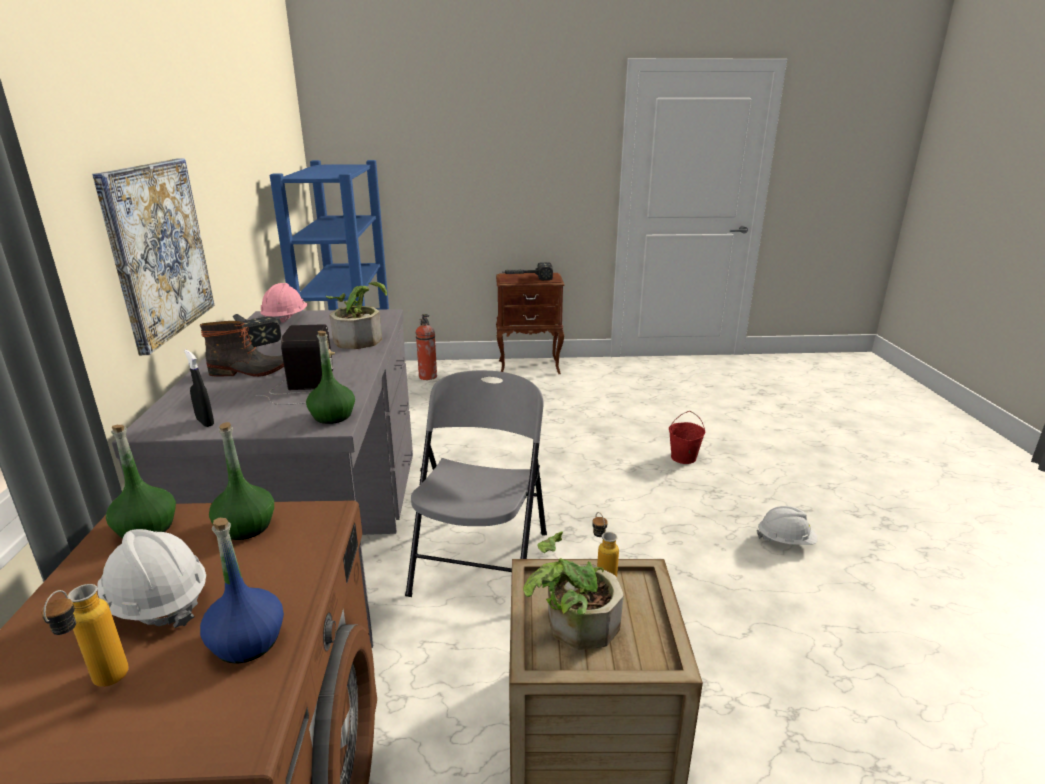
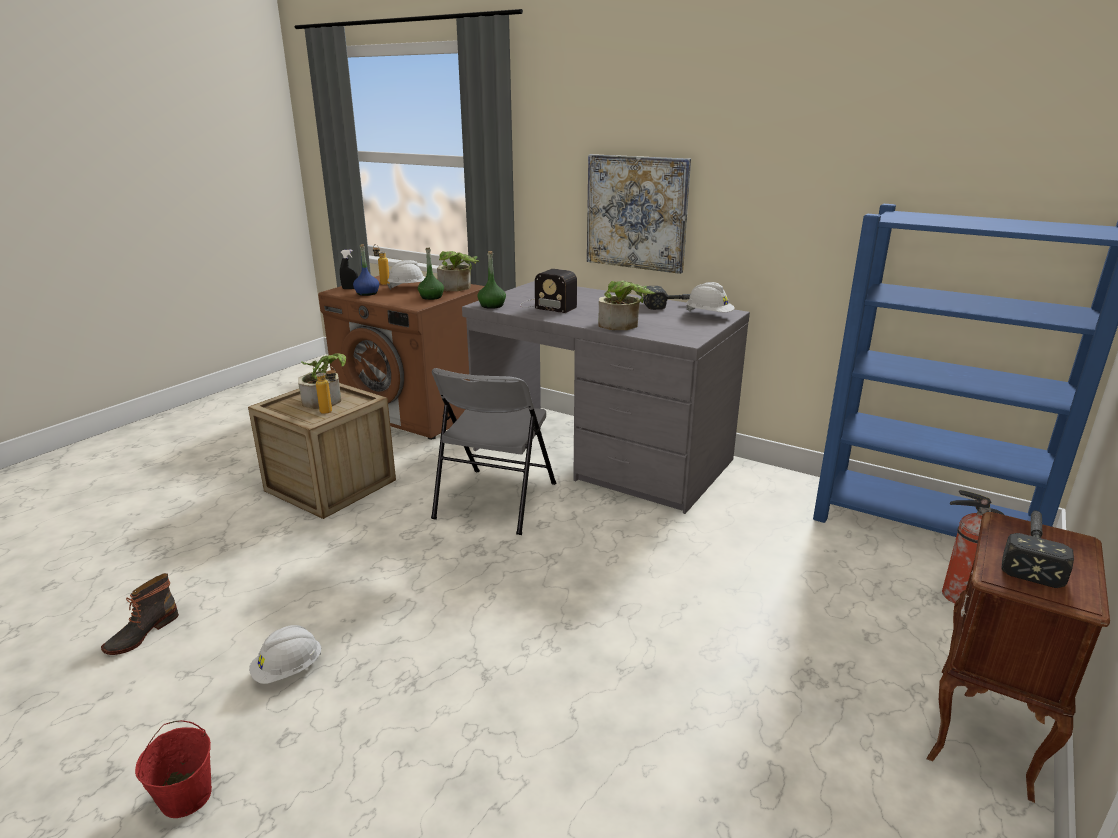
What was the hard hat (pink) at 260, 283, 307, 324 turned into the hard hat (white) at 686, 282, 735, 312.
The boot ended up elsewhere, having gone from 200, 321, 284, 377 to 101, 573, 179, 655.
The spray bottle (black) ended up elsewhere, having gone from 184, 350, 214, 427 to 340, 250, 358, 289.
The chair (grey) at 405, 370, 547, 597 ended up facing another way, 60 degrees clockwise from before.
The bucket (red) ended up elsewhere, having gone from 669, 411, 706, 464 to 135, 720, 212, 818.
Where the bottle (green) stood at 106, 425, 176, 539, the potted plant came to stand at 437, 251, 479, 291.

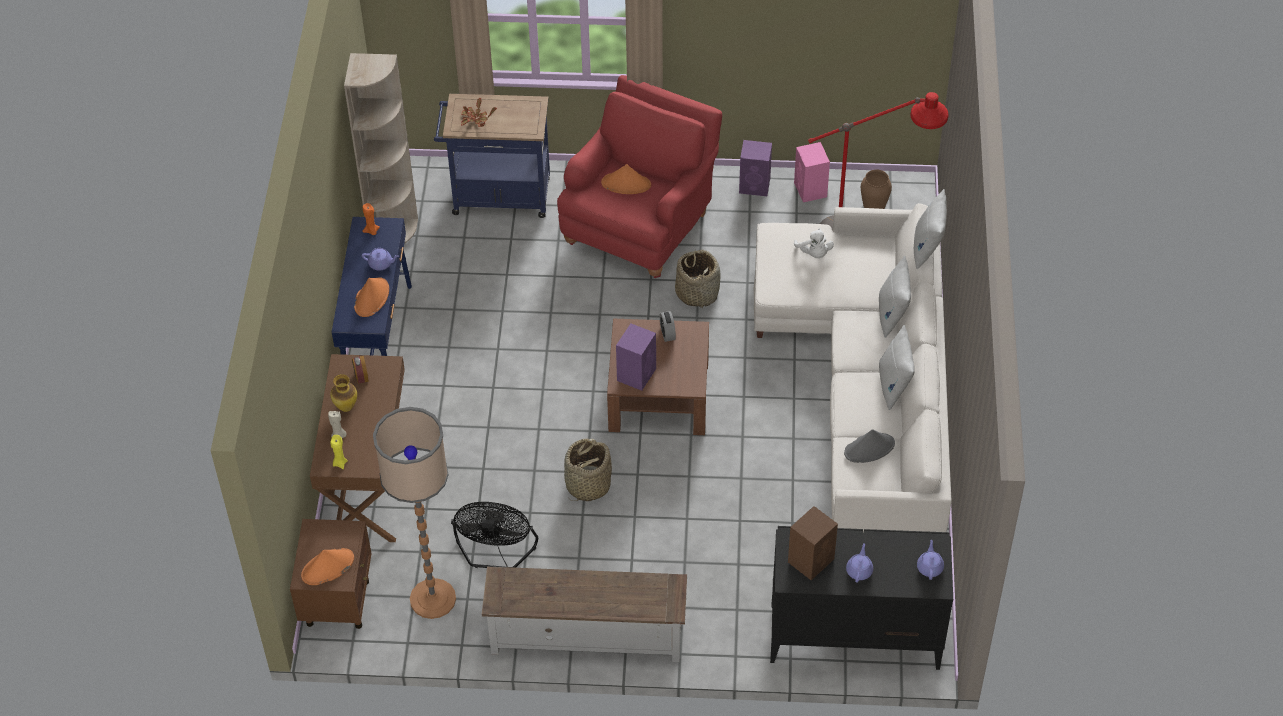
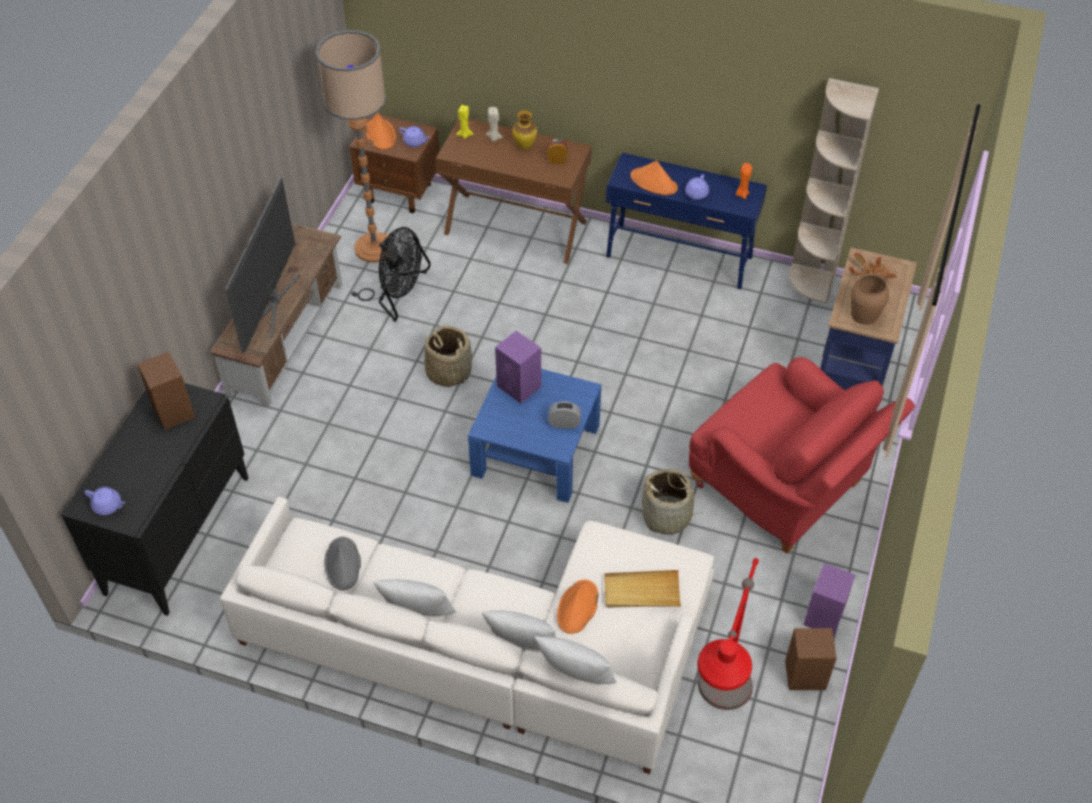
What was the speaker (pink) at 794, 142, 830, 202 turned into the speaker (brown) at 785, 628, 837, 690.
The hat (orange) ended up elsewhere, having gone from 601, 164, 651, 194 to 557, 579, 599, 634.
The vase (brown) ended up elsewhere, having gone from 861, 169, 892, 209 to 851, 273, 889, 325.
Where the plush toy (white) stood at 794, 228, 834, 258, the tray (beige) came to stand at 604, 570, 681, 608.
What was the coffee table (brown) at 607, 319, 709, 435 turned into the coffee table (blue) at 468, 369, 601, 503.
The teapot (purple) ended up elsewhere, having gone from 846, 543, 873, 583 to 399, 126, 430, 147.
The second view gained the television at 225, 177, 301, 353.

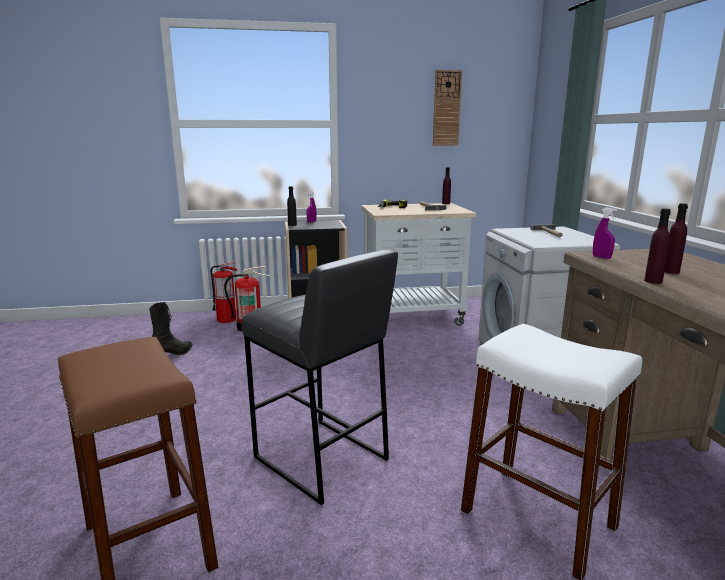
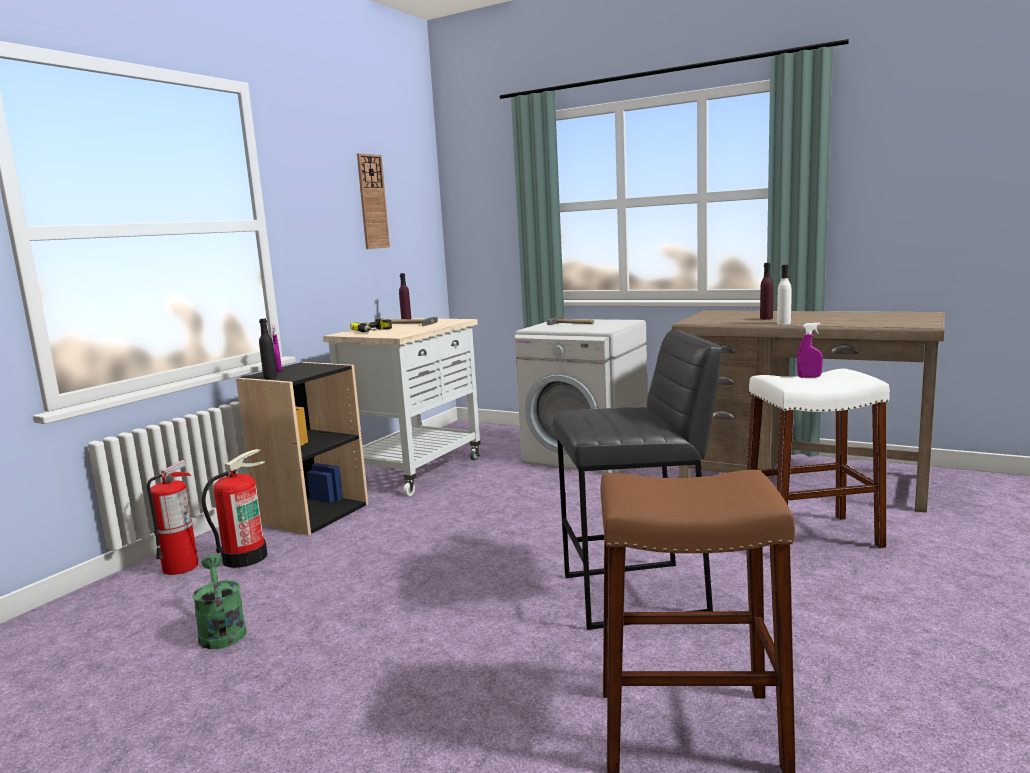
The spray bottle (purple) ended up elsewhere, having gone from 593, 208, 617, 259 to 797, 323, 823, 378.
What was the bottle (purple) at 644, 208, 671, 284 turned into the bottle (white) at 777, 265, 792, 325.
Where the boot (black) stood at 149, 302, 193, 355, the watering can (green) came to stand at 192, 554, 247, 649.

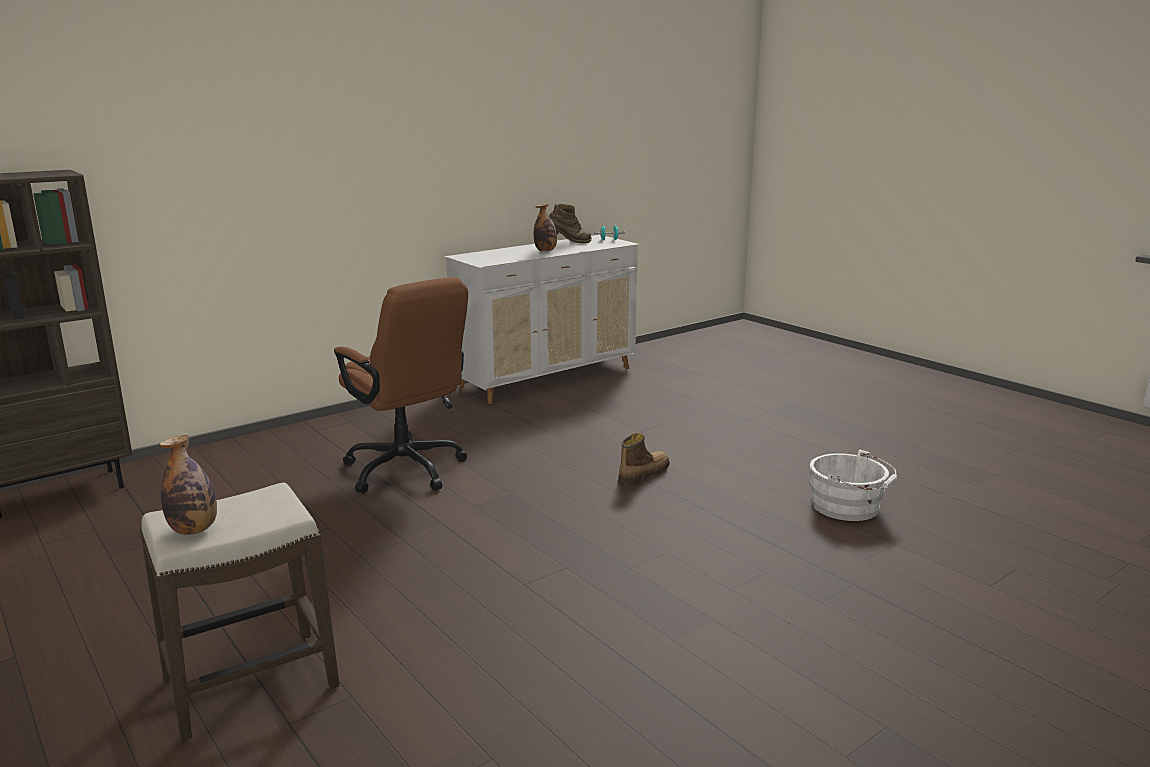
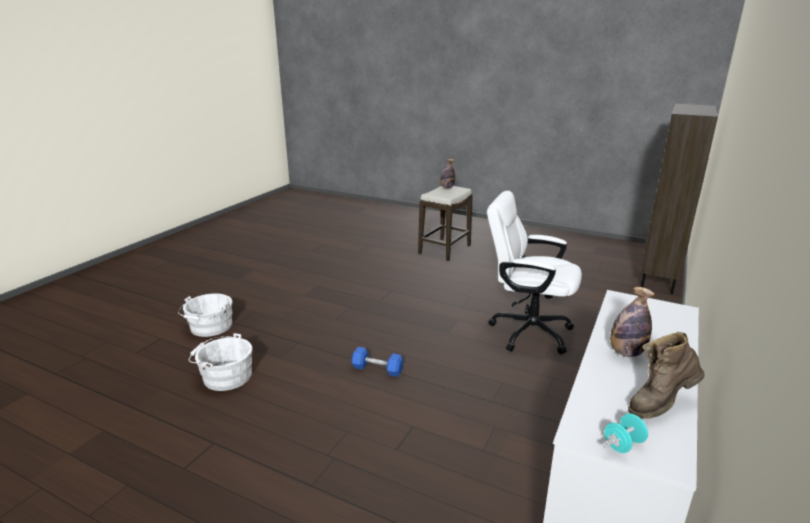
What was the office chair (brown) at 334, 277, 468, 494 turned into the office chair (white) at 487, 191, 582, 354.
Where the boot stood at 618, 433, 670, 487, the dumbbell (blue) came to stand at 351, 347, 404, 377.
The second view gained the bucket (white) at 178, 293, 232, 337.

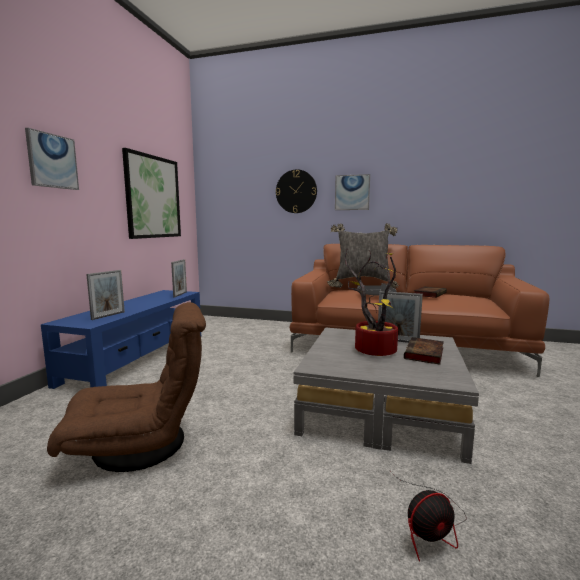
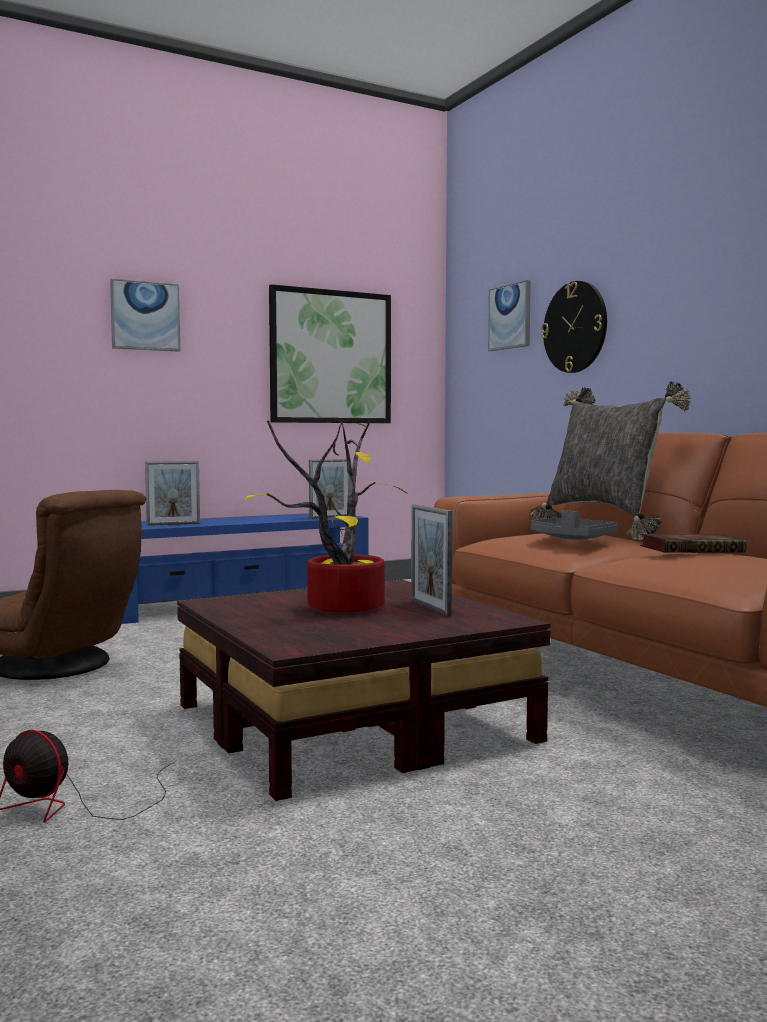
The picture ended up elsewhere, having gone from 335, 174, 370, 210 to 488, 280, 531, 351.
What was the coffee table (grey) at 294, 327, 479, 464 turned into the coffee table (brown) at 177, 580, 551, 801.
The second view lost the book at 404, 337, 444, 365.

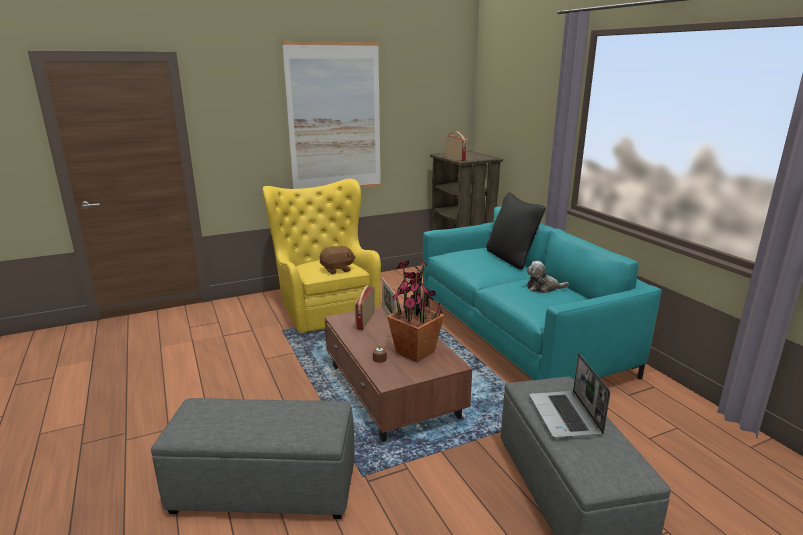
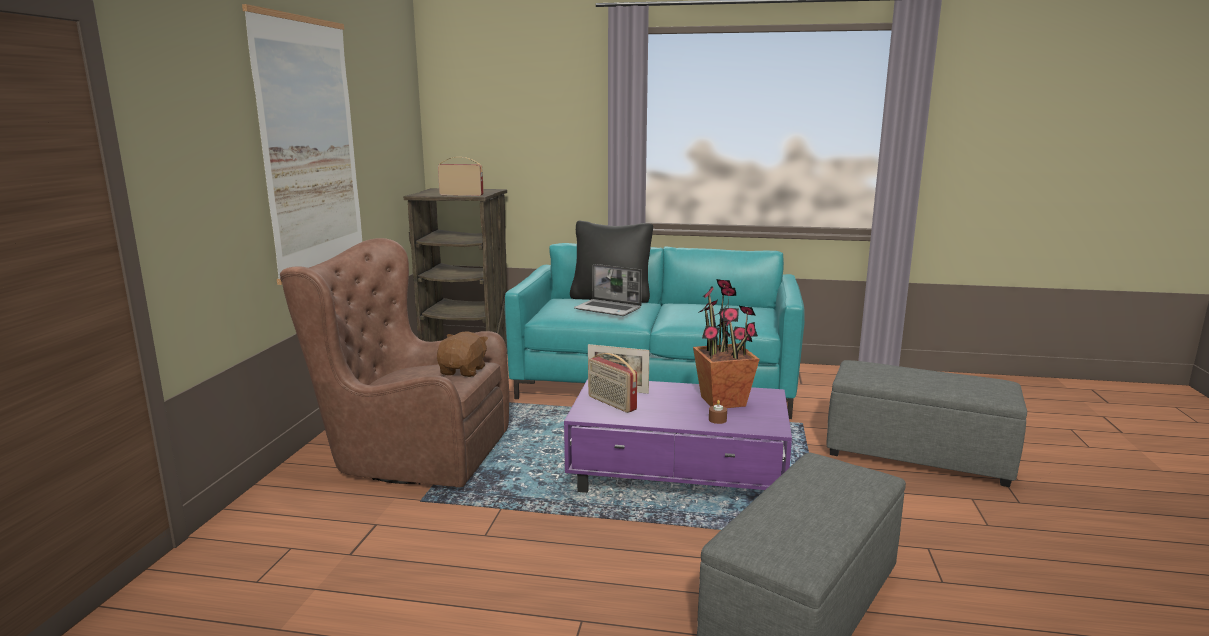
What was the armchair (yellow) at 263, 179, 381, 333 turned into the armchair (brown) at 280, 238, 509, 488.
The second view lost the plush toy at 526, 261, 569, 293.
What was the coffee table (brown) at 325, 302, 472, 442 turned into the coffee table (purple) at 564, 379, 792, 493.
The laptop ended up elsewhere, having gone from 529, 353, 610, 438 to 574, 264, 642, 316.

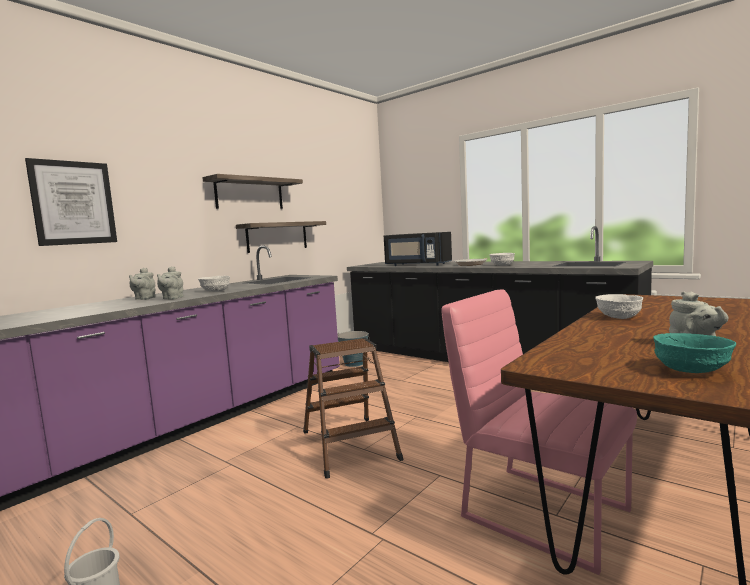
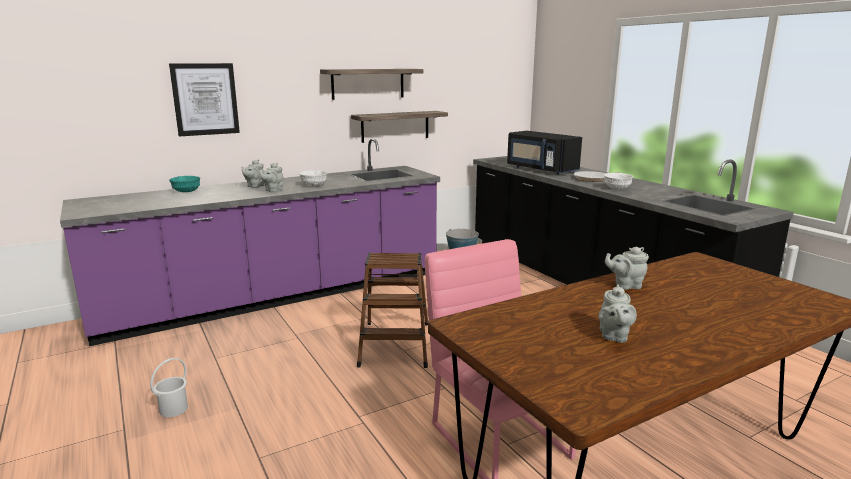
Where the bowl (white) stood at 595, 294, 643, 319, the teapot (grey) came to stand at 605, 247, 649, 290.
The bowl (turquoise) ended up elsewhere, having gone from 653, 333, 736, 373 to 169, 176, 200, 192.

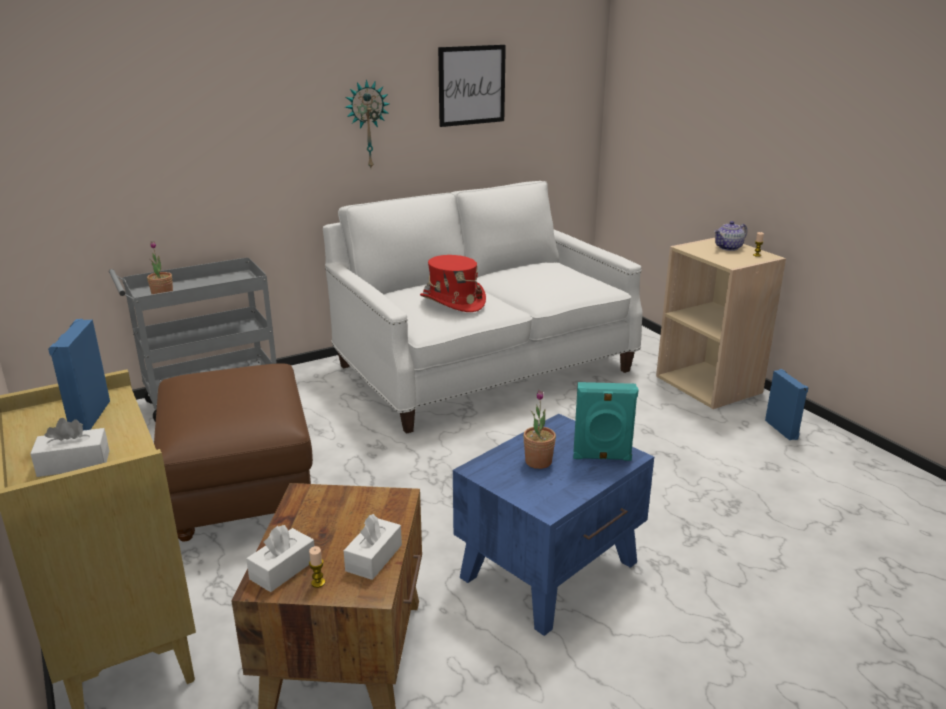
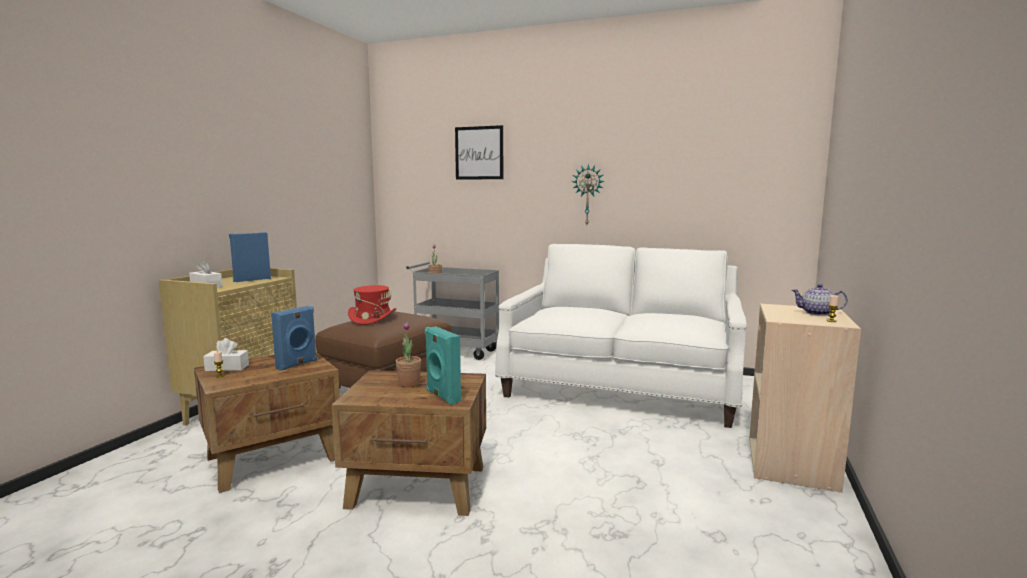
The picture ended up elsewhere, having gone from 438, 44, 506, 127 to 455, 125, 503, 180.
The hat (red) ended up elsewhere, having gone from 420, 255, 486, 312 to 348, 285, 396, 325.
The speaker (blue) ended up elsewhere, having gone from 765, 369, 808, 440 to 271, 306, 317, 371.
What was the side table (blue) at 453, 414, 654, 636 turned into the side table (brown) at 332, 370, 486, 516.
The second view lost the tissue box (white) at 343, 514, 402, 580.

